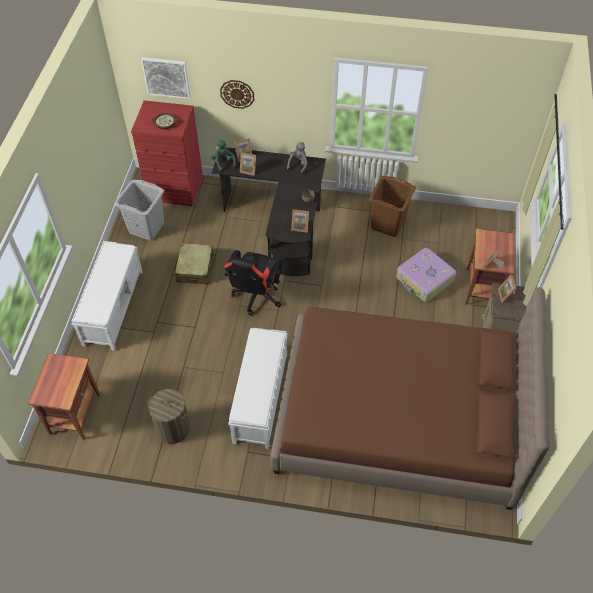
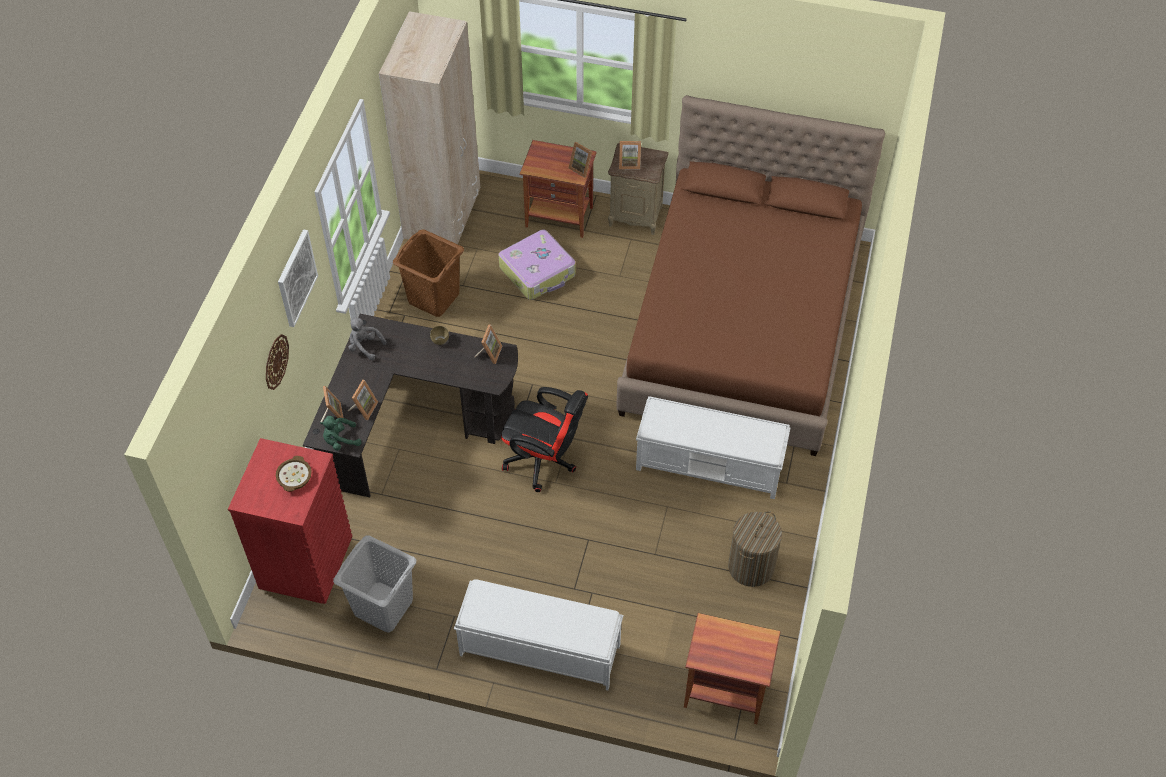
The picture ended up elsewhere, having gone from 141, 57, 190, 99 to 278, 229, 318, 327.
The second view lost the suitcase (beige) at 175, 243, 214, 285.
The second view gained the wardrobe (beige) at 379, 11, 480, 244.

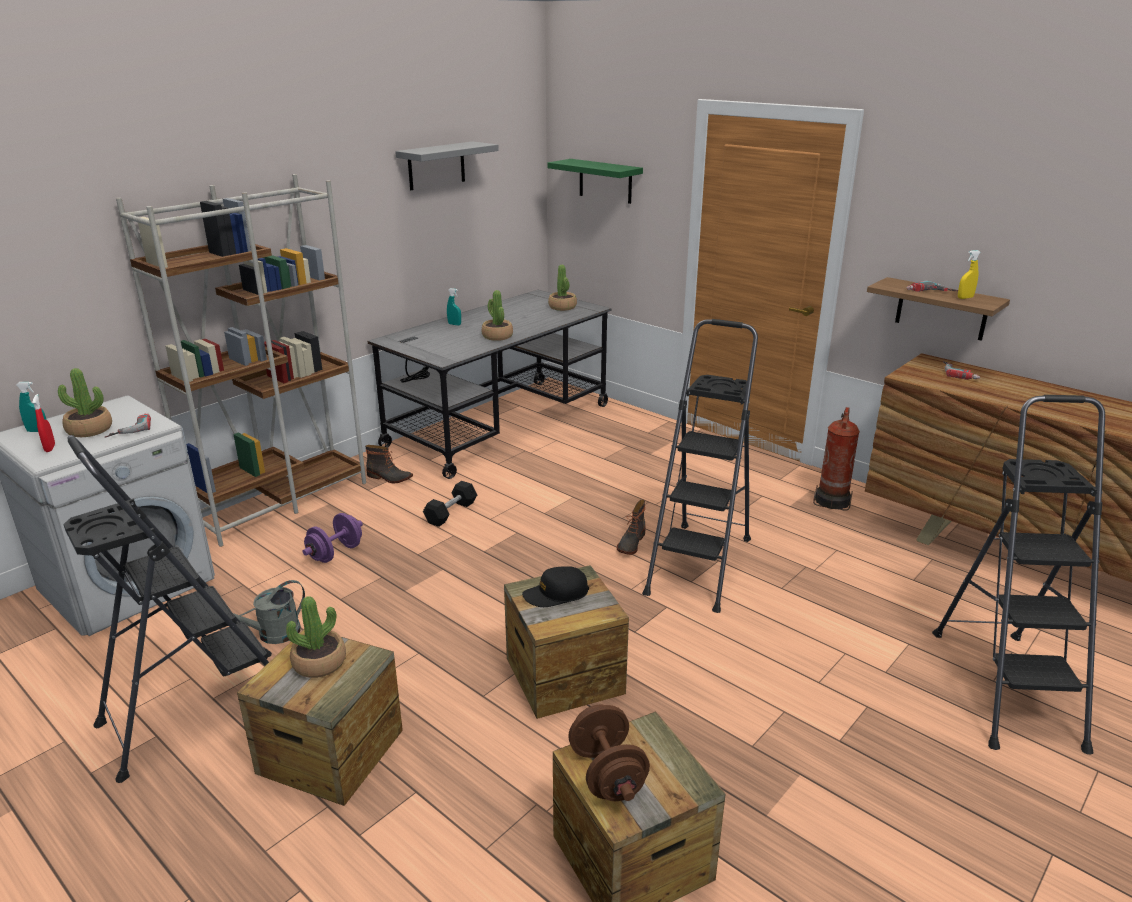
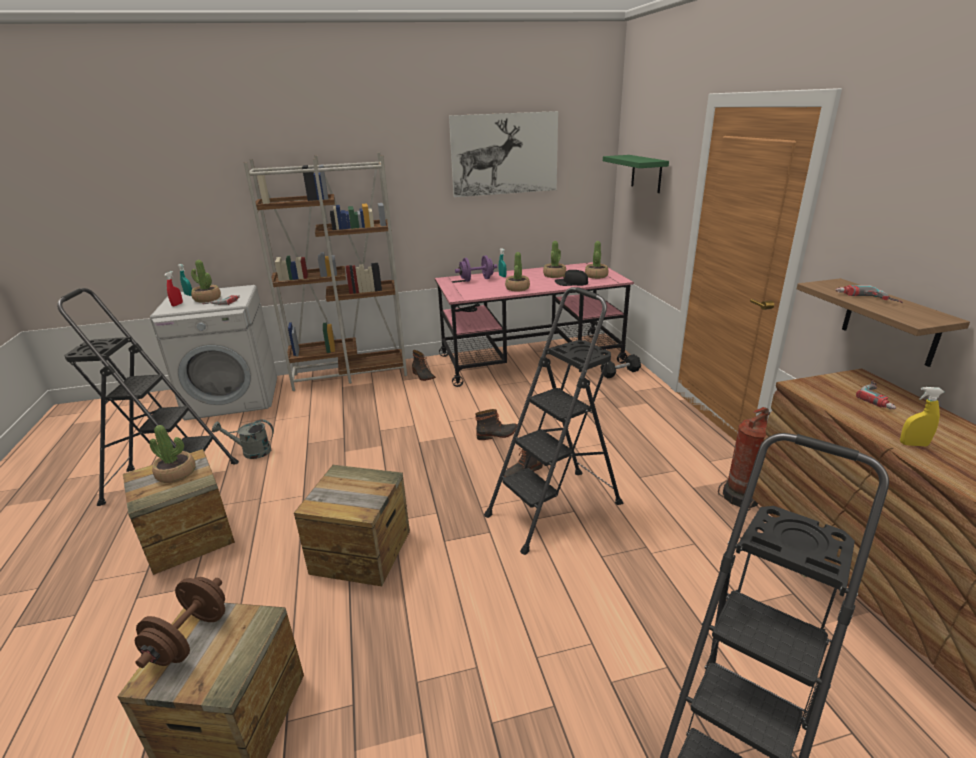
Where the shelf (grey) hung at 395, 141, 499, 190, the picture came to hang at 449, 111, 558, 197.
The spray bottle (yellow) ended up elsewhere, having gone from 958, 250, 981, 299 to 900, 387, 944, 446.
What was the desk (grey) at 368, 290, 611, 479 turned into the desk (pink) at 435, 262, 634, 387.
The dumbbell (black) ended up elsewhere, having gone from 423, 481, 477, 527 to 601, 354, 641, 378.
The dumbbell (purple) ended up elsewhere, having gone from 303, 513, 363, 563 to 455, 256, 497, 282.
The cap (black) ended up elsewhere, having gone from 522, 566, 589, 607 to 555, 270, 588, 286.
The second view gained the potted plant at 543, 241, 566, 278.
The second view gained the boot at 475, 409, 517, 440.

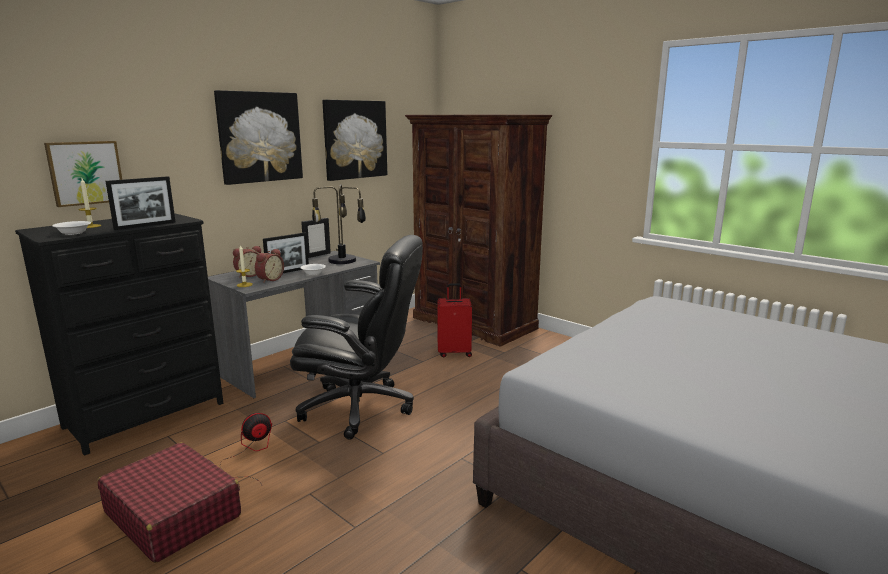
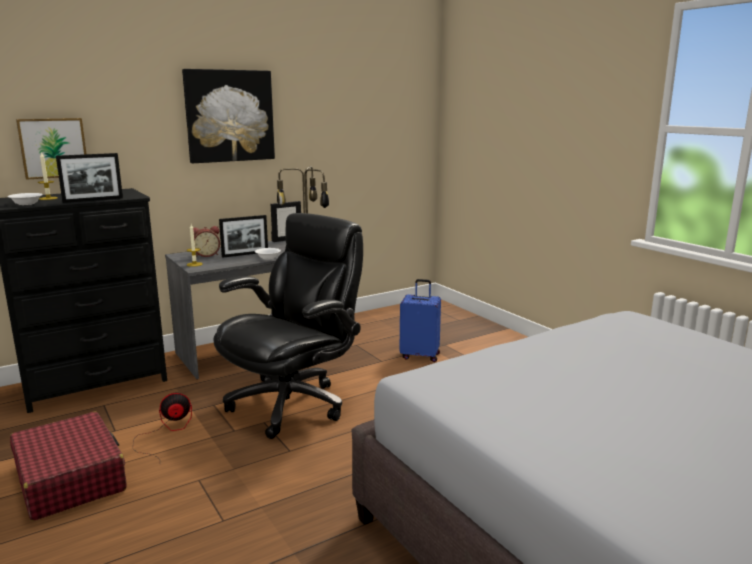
The second view lost the picture at 322, 100, 387, 181.
The second view lost the wardrobe (brown) at 405, 114, 552, 347.
The office chair (black) at 290, 235, 423, 440 ended up facing another way, 75 degrees counterclockwise from before.
The second view lost the alarm clock at 255, 249, 284, 283.
What was the suitcase (red) at 437, 283, 472, 357 turned into the suitcase (blue) at 399, 279, 441, 362.

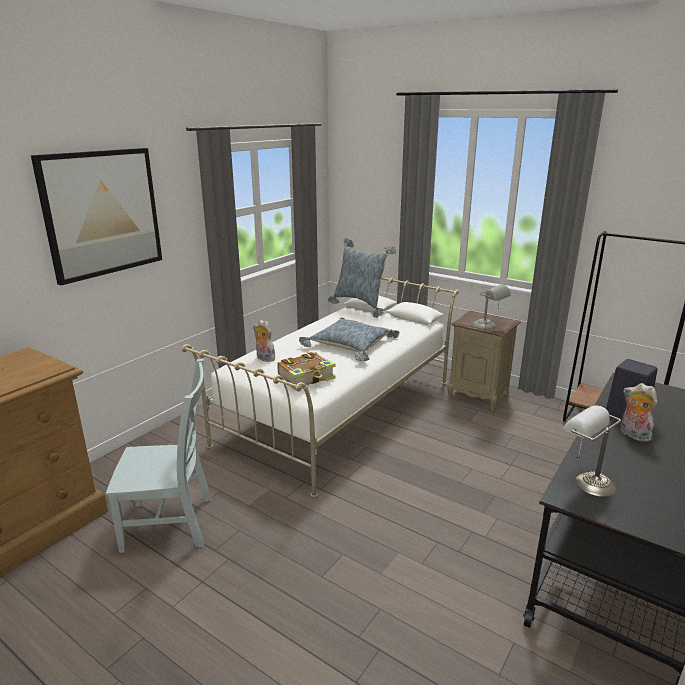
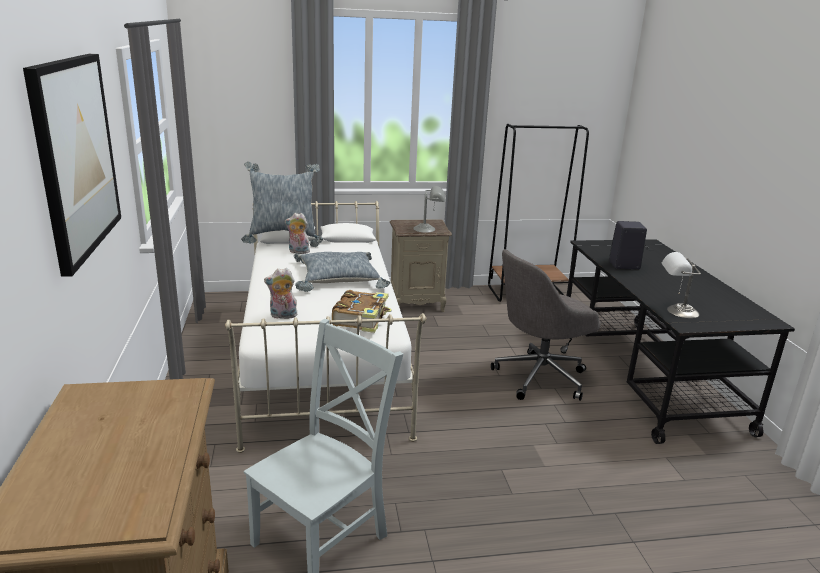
The plush toy ended up elsewhere, having gone from 621, 383, 658, 442 to 285, 213, 310, 254.
The second view gained the office chair (grey) at 491, 249, 601, 401.

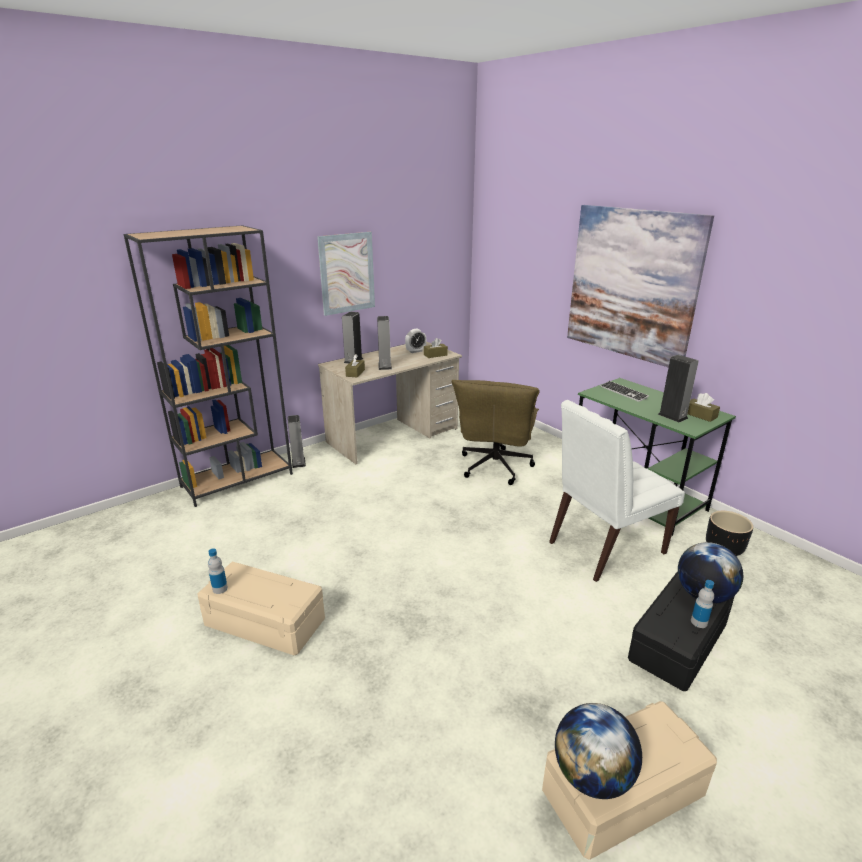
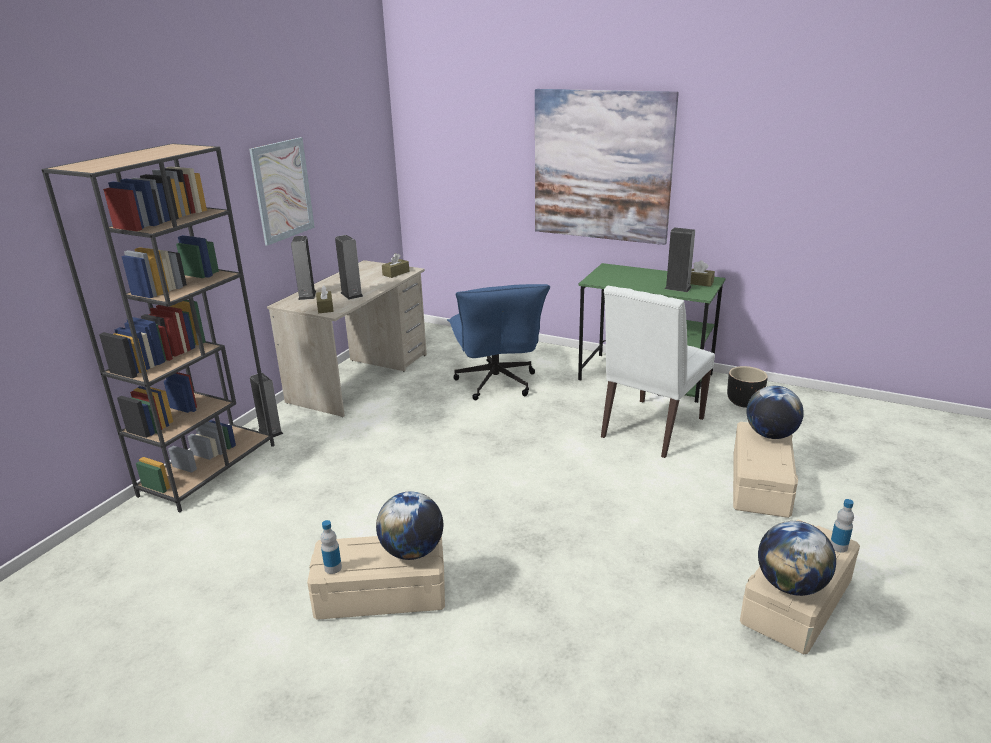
The second view lost the alarm clock at 405, 329, 426, 353.
What was the office chair (beige) at 452, 380, 540, 485 turned into the office chair (blue) at 447, 284, 550, 400.
The second view lost the keyboard at 600, 381, 649, 402.
What was the storage box (black) at 628, 571, 735, 691 turned into the storage box (beige) at 733, 422, 798, 518.
The bottle ended up elsewhere, having gone from 691, 580, 714, 628 to 830, 499, 854, 553.
The second view gained the globe at 376, 492, 443, 560.

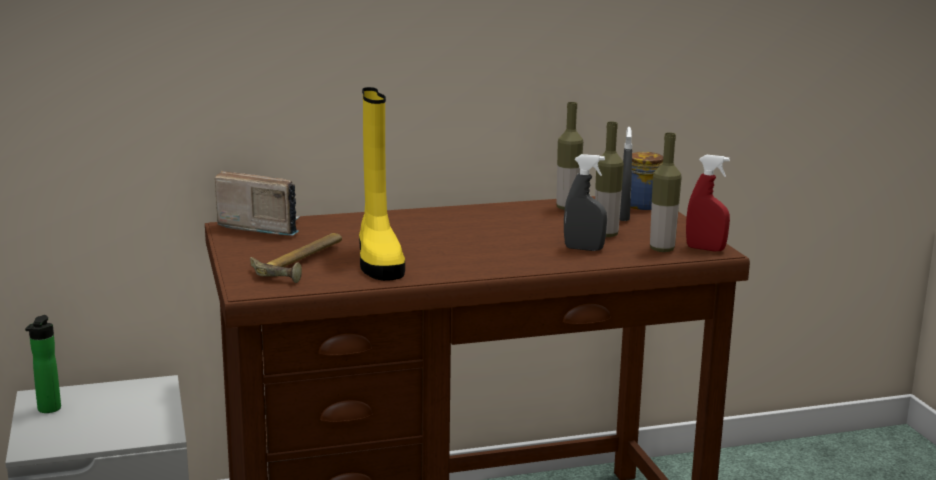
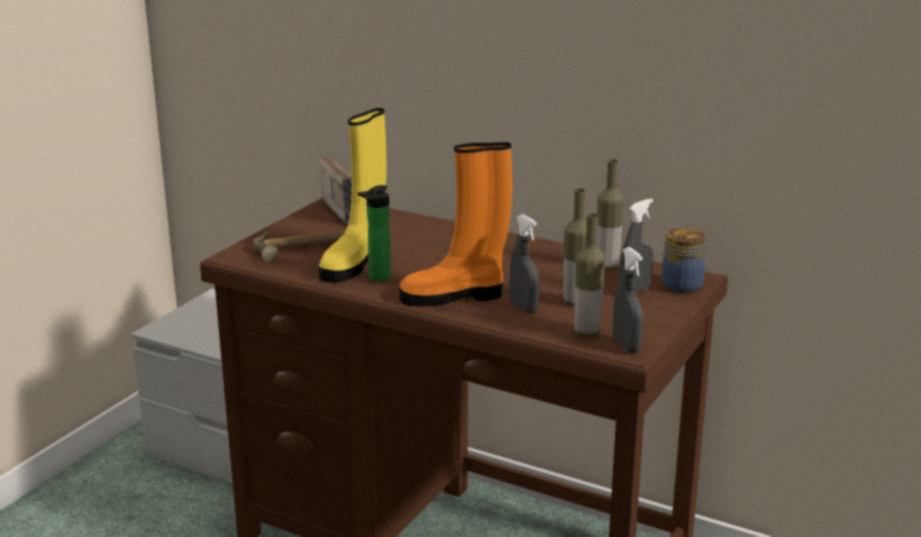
What was the spray bottle (red) at 686, 155, 730, 252 turned into the spray bottle (grey) at 613, 247, 644, 353.
The bottle ended up elsewhere, having gone from 25, 315, 61, 413 to 358, 185, 391, 282.
The second view gained the boot (orange) at 399, 142, 512, 306.

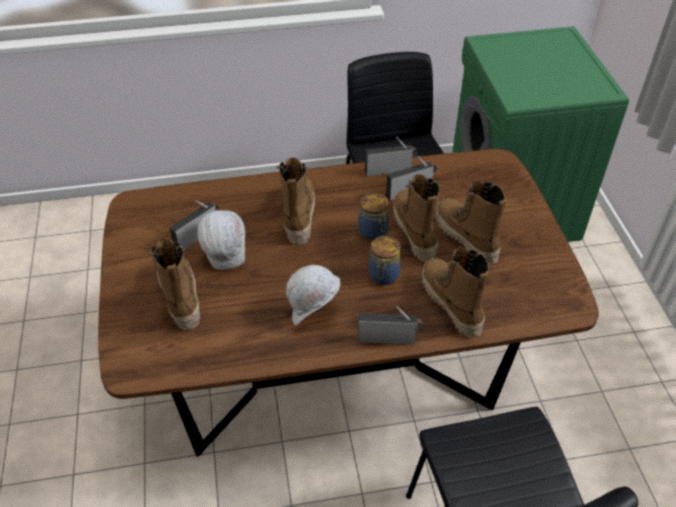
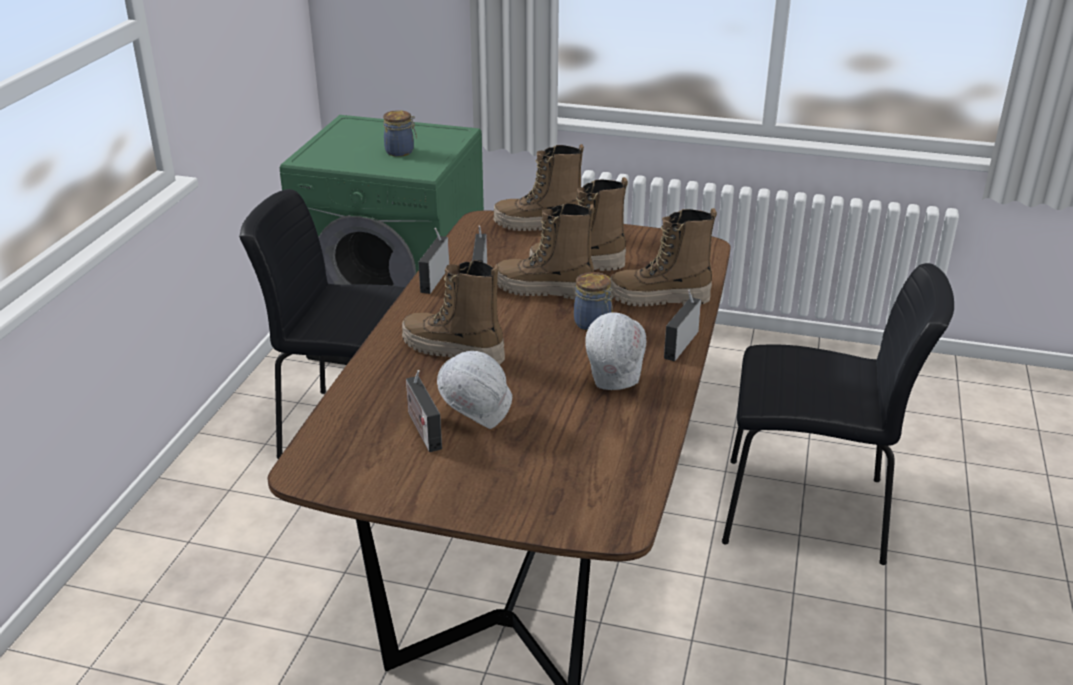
The jar ended up elsewhere, having gone from 358, 193, 389, 240 to 383, 110, 417, 157.
The boot ended up elsewhere, having gone from 148, 238, 200, 330 to 494, 144, 584, 231.

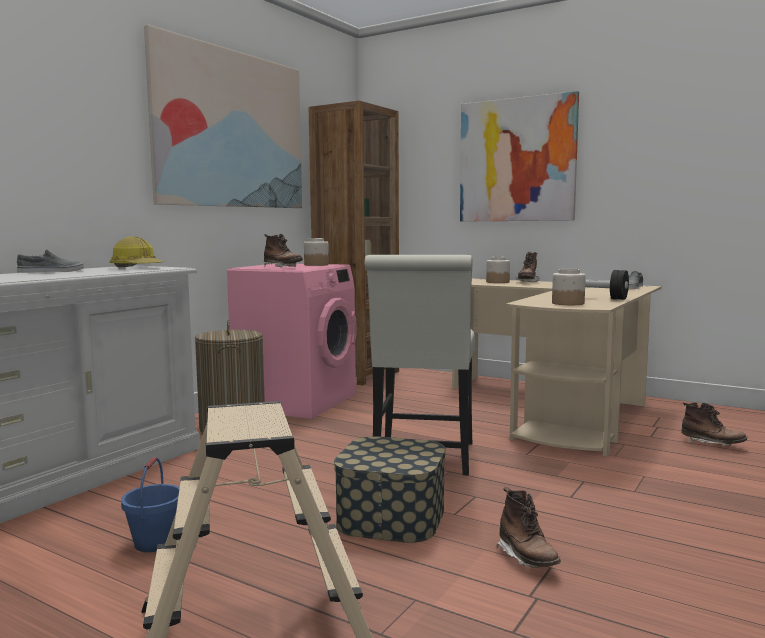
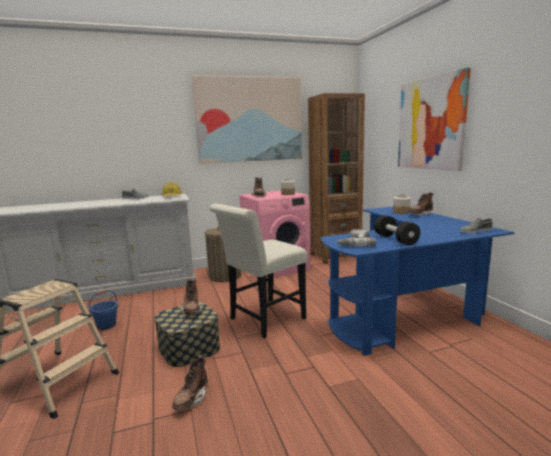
Where the jar stood at 552, 269, 586, 305, the power drill came to stand at 336, 229, 376, 247.
What was the desk (beige) at 452, 279, 662, 457 turned into the desk (blue) at 321, 206, 515, 356.
The boot (brown) ended up elsewhere, having gone from 681, 402, 747, 446 to 181, 279, 203, 315.

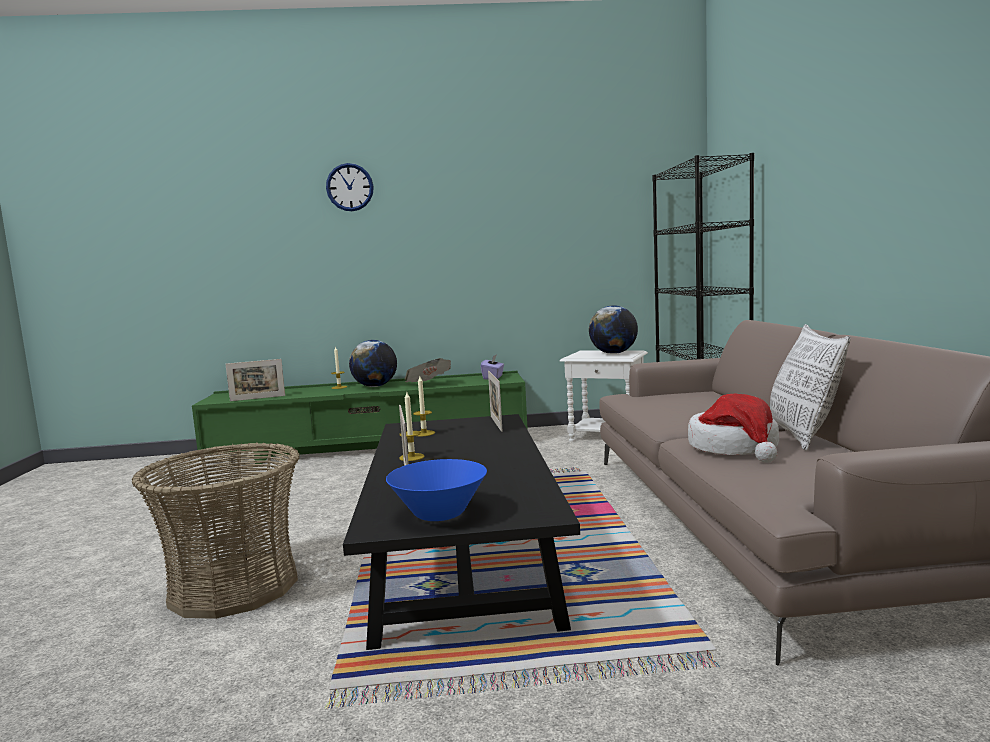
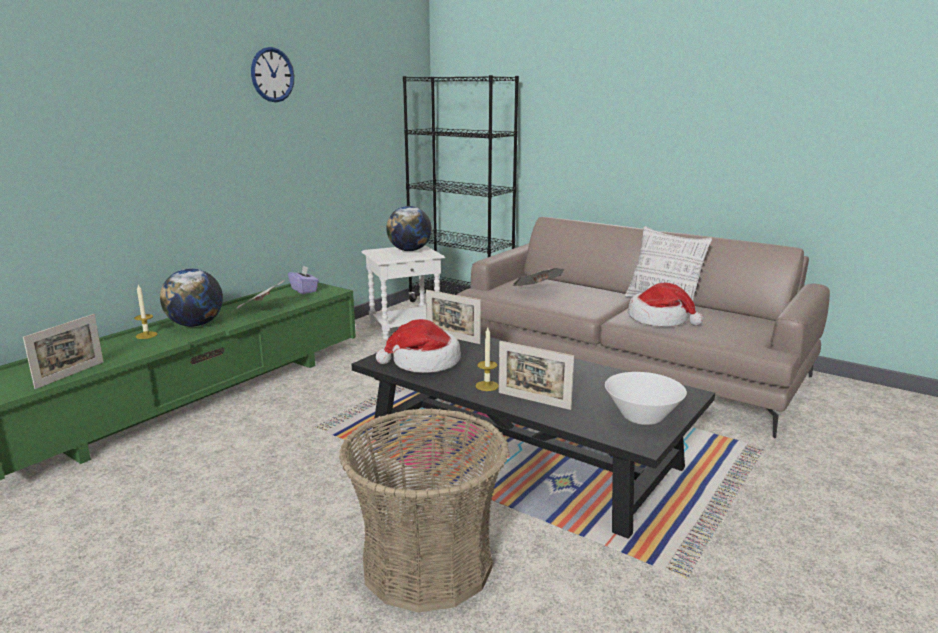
The wall clock ended up elsewhere, having gone from 326, 163, 374, 211 to 251, 47, 294, 102.
Where the candle stood at 413, 376, 435, 437, the hat came to stand at 376, 319, 461, 373.
What was the bowl (blue) at 386, 459, 487, 521 turned into the bowl (white) at 605, 372, 687, 425.
The second view gained the newspaper at 512, 268, 565, 286.

